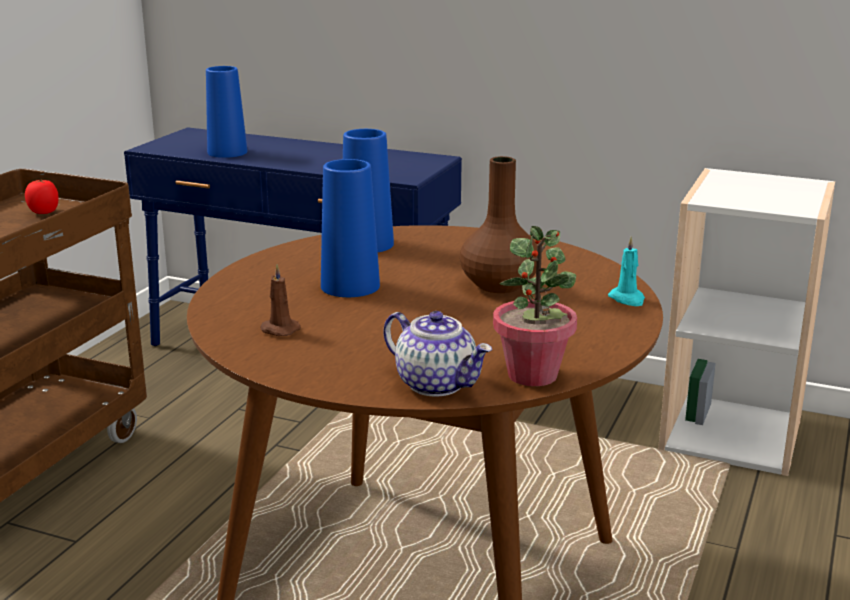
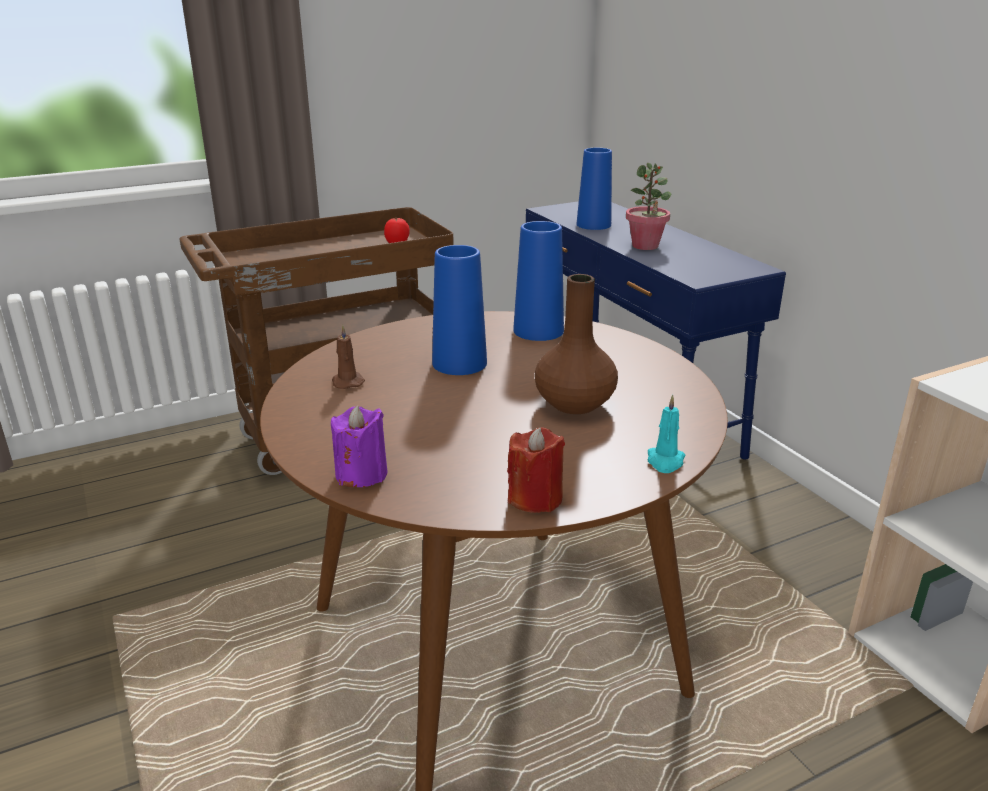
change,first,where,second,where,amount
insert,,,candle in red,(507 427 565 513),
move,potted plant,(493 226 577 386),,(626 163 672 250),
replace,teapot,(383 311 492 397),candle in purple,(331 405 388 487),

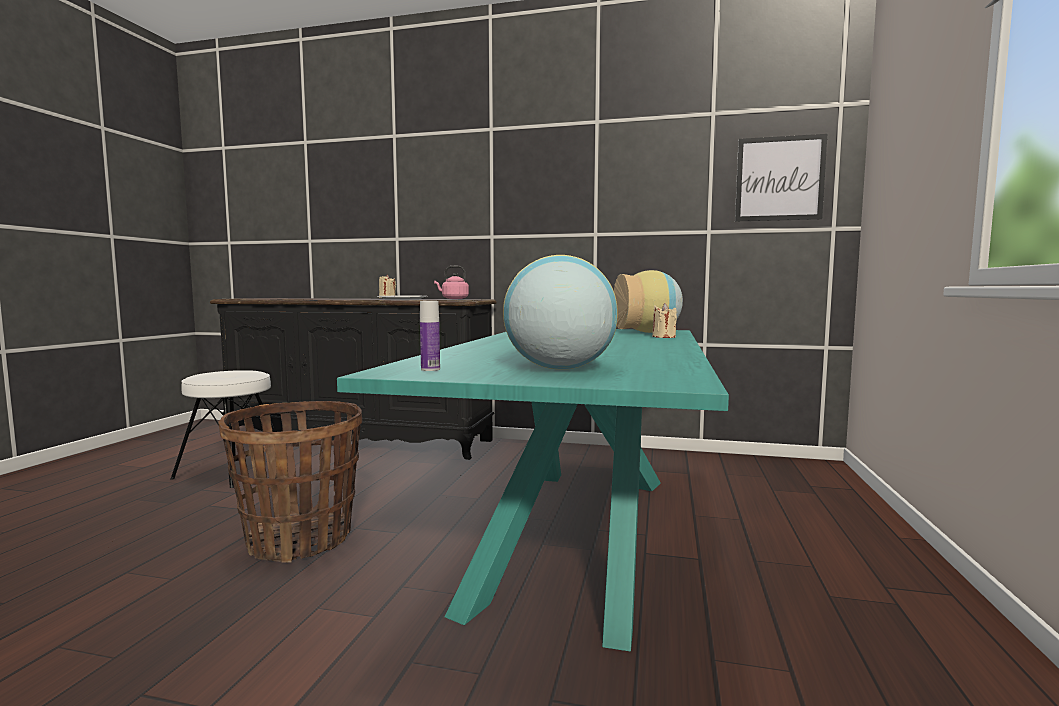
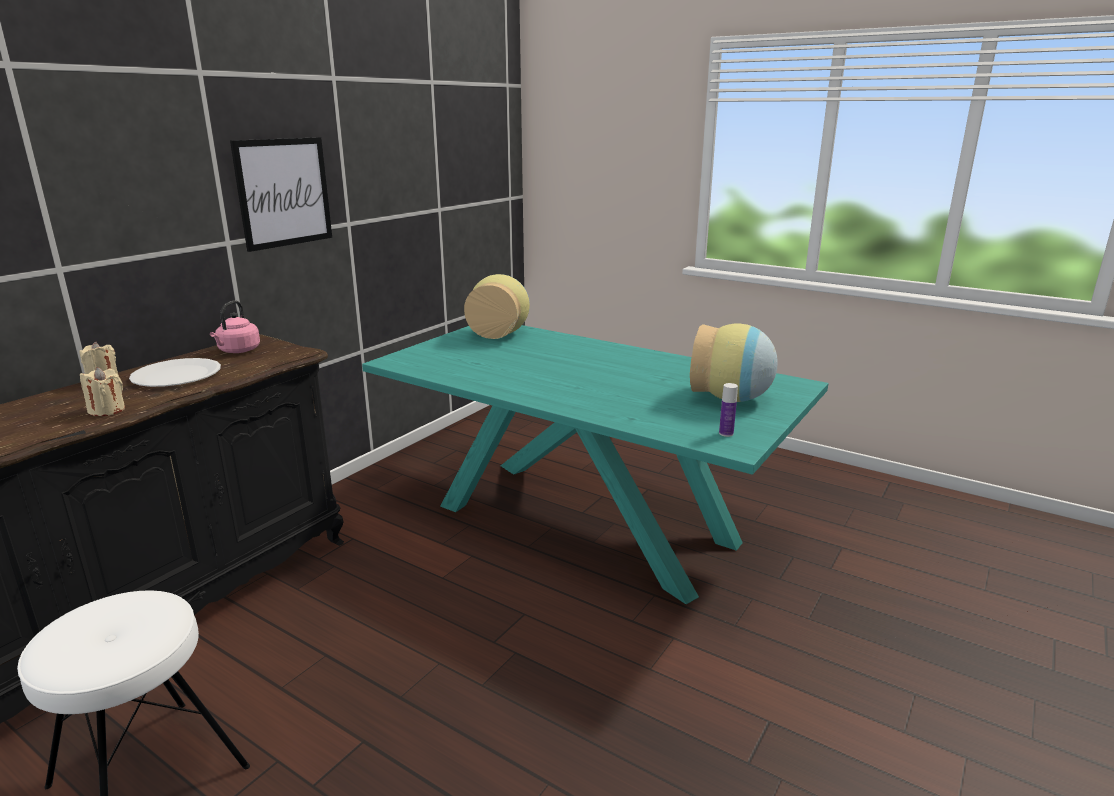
change,first,where,second,where,amount
delete,basket,(218 401 362 563),,,
move,candle in beige,(652 303 677 338),,(80 367 125 416),
move,picture,(735 134 827 222),,(230 137 332 252),

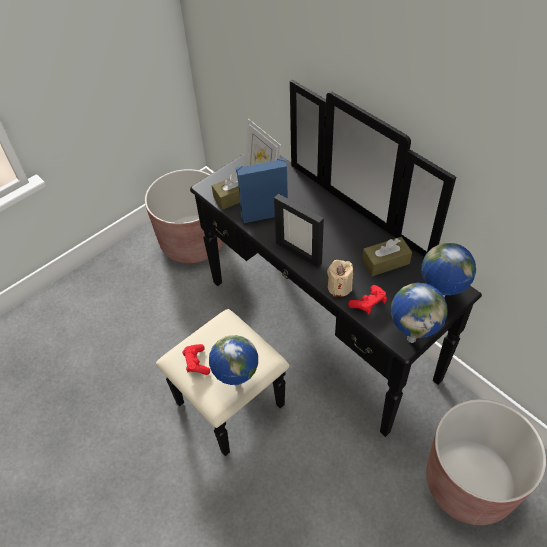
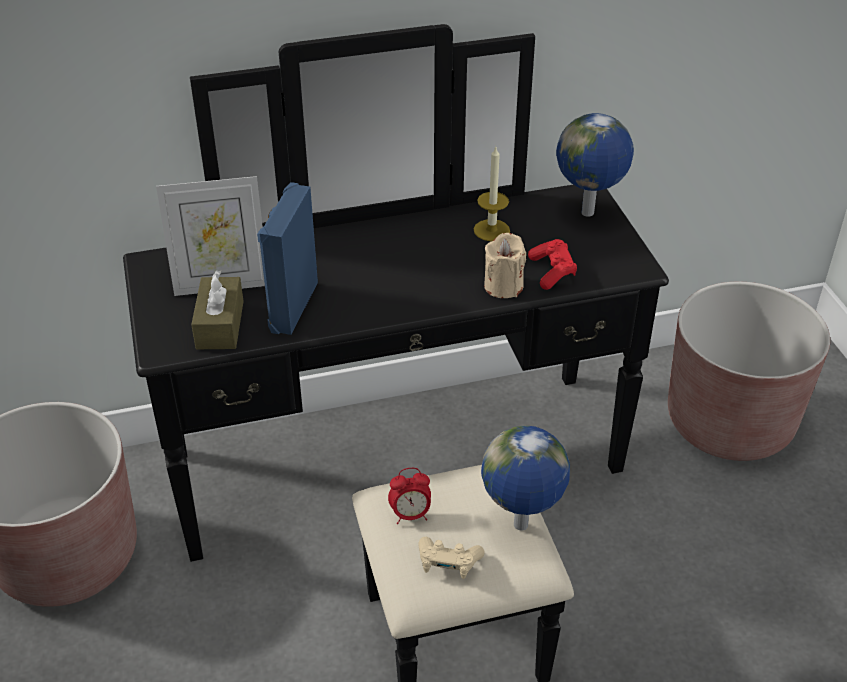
change,first,where,second,where,amount
delete,picture frame,(274 194 324 268),,,
delete,globe,(391 283 447 343),,,
insert,,,alarm clock,(388 468 431 524),
replace,tissue box in brown,(362 237 412 276),candle,(474 147 510 241),
recolor,game controller in red,(183 344 210 375),game controller in beige,(418 537 485 579),

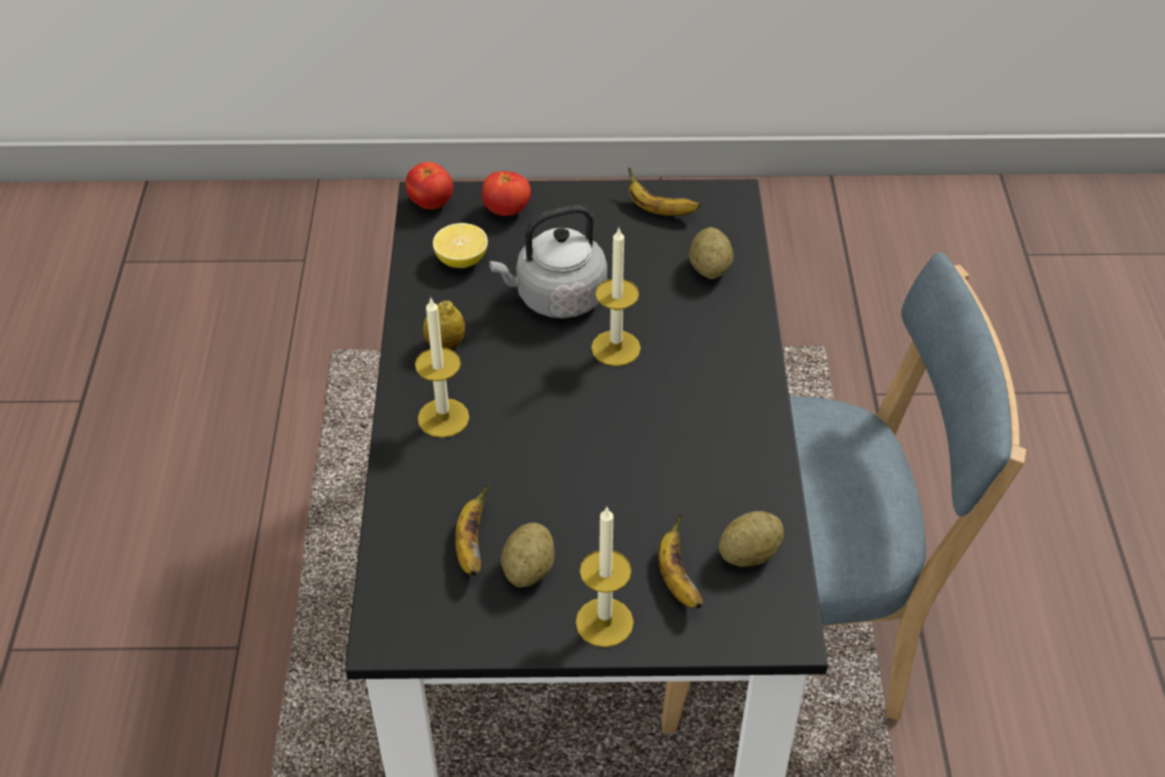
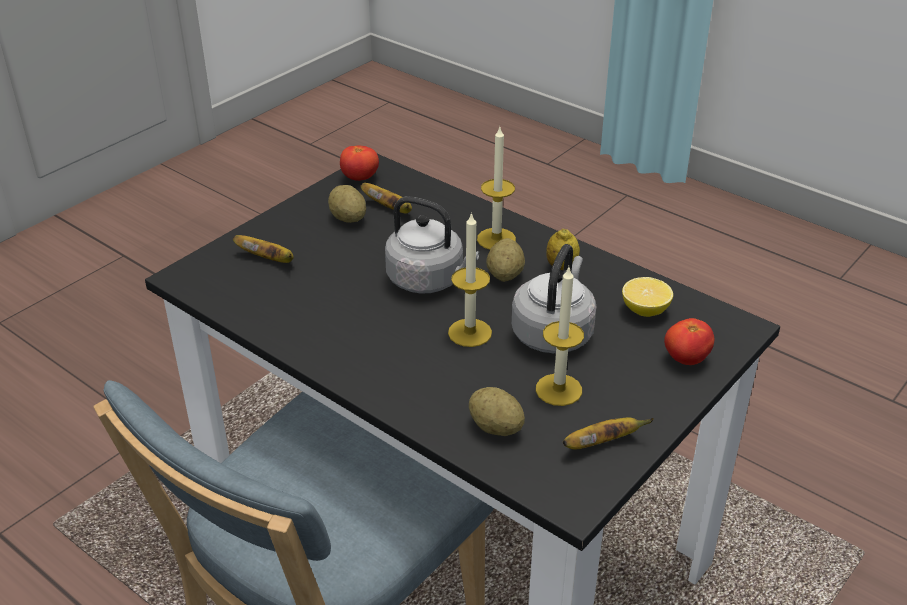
change,first,where,second,where,amount
insert,,,kettle in grey,(385 196 479 294),
move,tomato,(405 162 453 210),,(340 146 379 181),
move,candle,(575 506 634 647),,(536 267 584 406),
move,potato,(719 511 784 567),,(486 238 525 282),

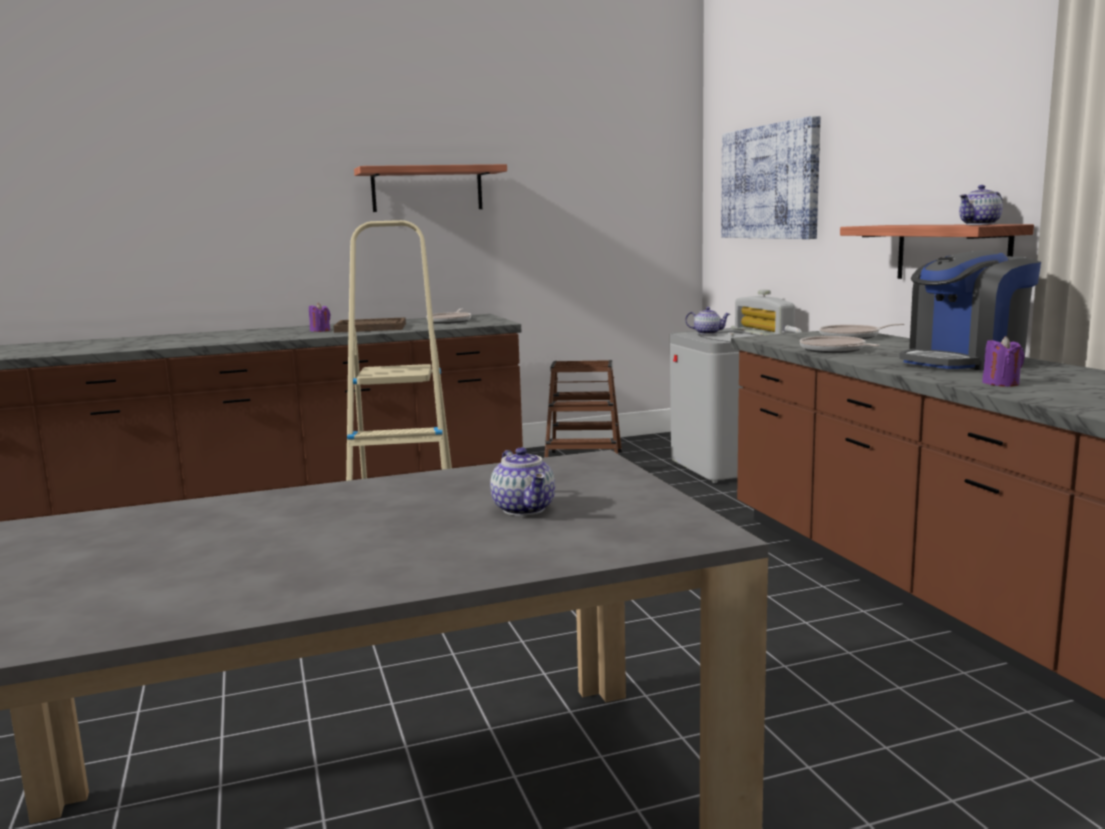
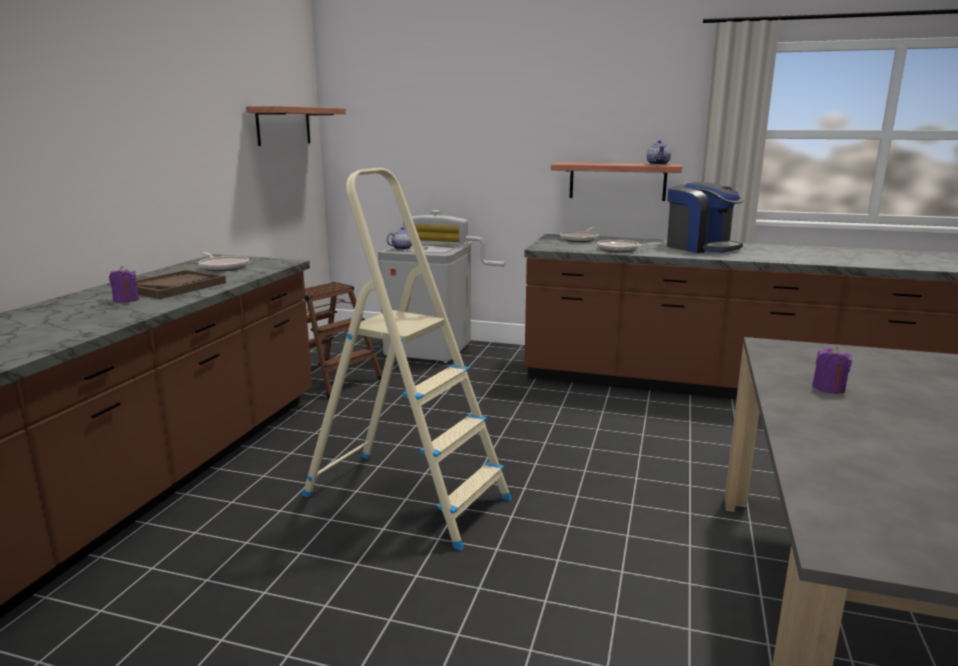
change,first,where,second,where,amount
delete,teapot,(490 447 555 516),,,
delete,picture,(721 116 821 239),,,
move,shelf,(354 164 507 212),,(246 106 346 146),
move,candle in purple,(982 336 1024 387),,(812 347 852 394),
rotate,coffee machine,(899 250 1041 371),,(667 182 744 253),45 degrees counterclockwise

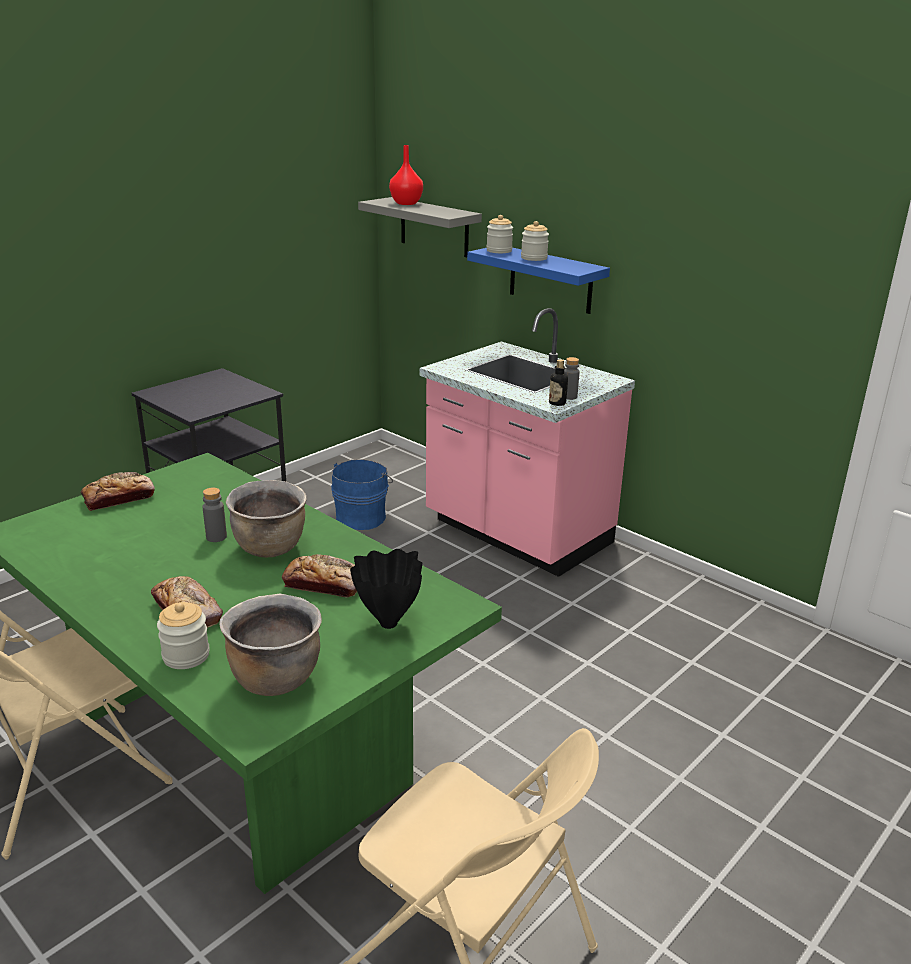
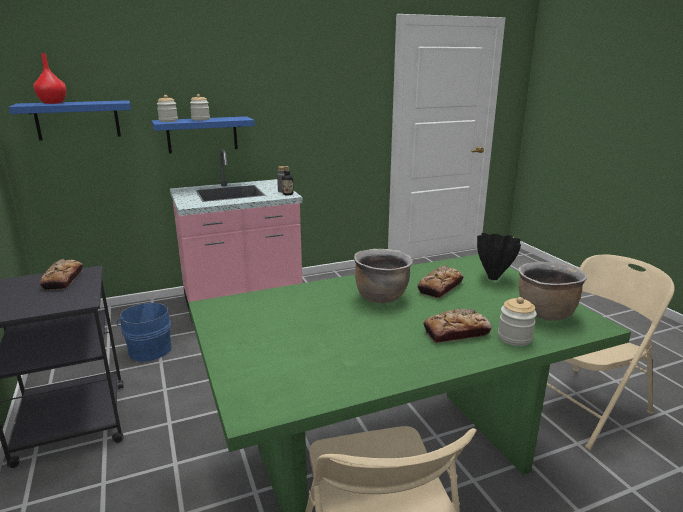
change,first,where,second,where,amount
delete,bottle in grey,(203 488 227 542),,,
move,bread,(81 472 155 511),,(39 259 83 290),
recolor,shelf in grey,(358 197 482 257),shelf in blue,(9 100 131 141),

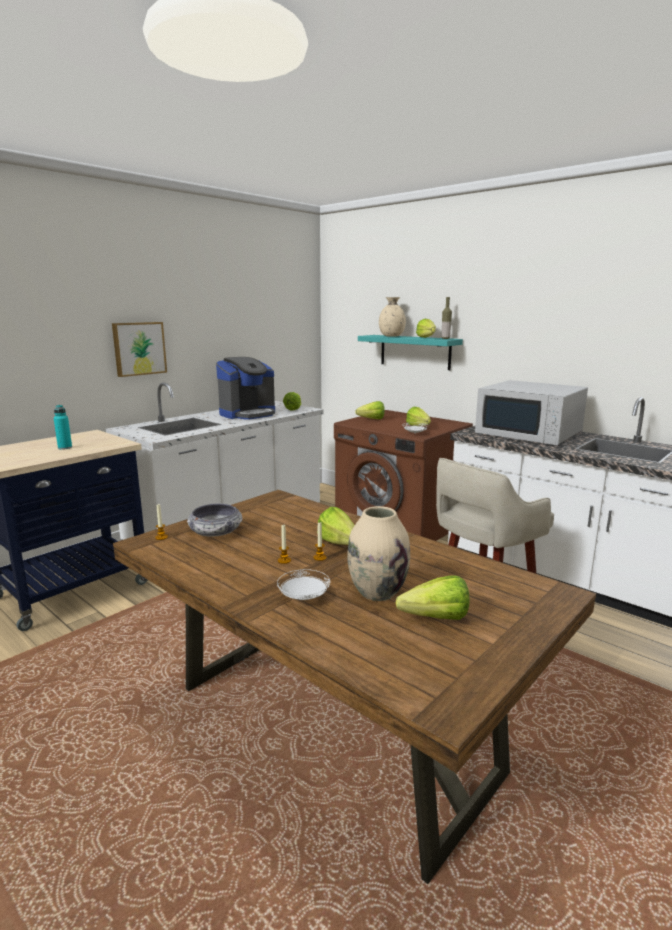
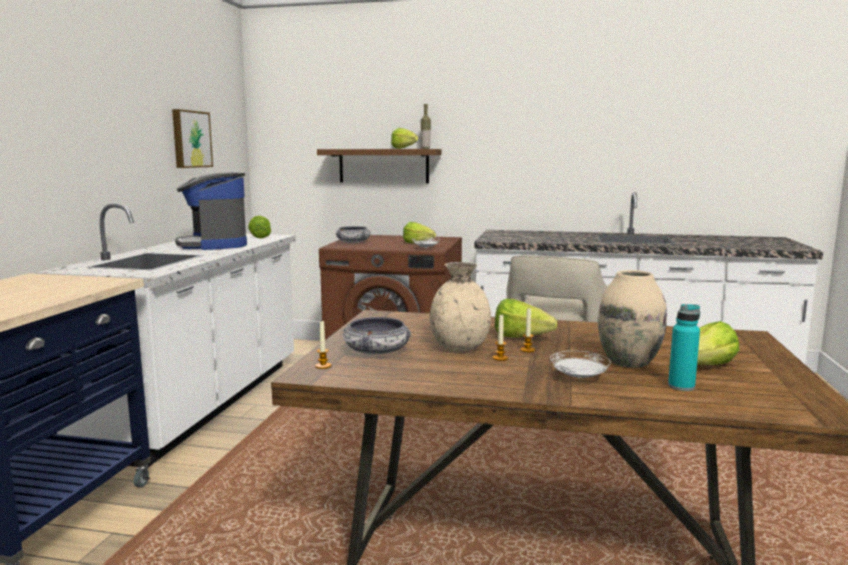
change,first,where,second,where,amount
delete,microwave in white,(475 380 588 445),,,
move,bottle in turquoise,(54 405 72 450),,(668 304 700 391),
move,picture,(112 322 167 377),,(172 109 213 168),
move,vase in beige,(379 297 406 337),,(430 262 491 351),
replace,lettuce,(355 401 385 419),bowl,(335 226 371 243),
recolor,shelf in turquoise,(358 335 463 370),shelf in brown,(317 149 442 184),
rotate,coffee machine,(216 357 275 420),,(175 172 247 250),135 degrees clockwise

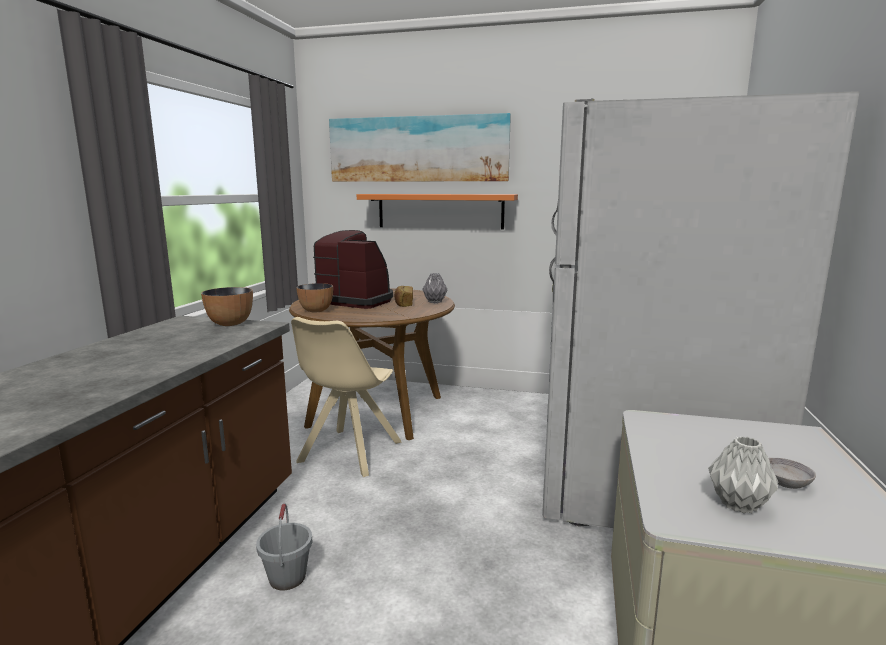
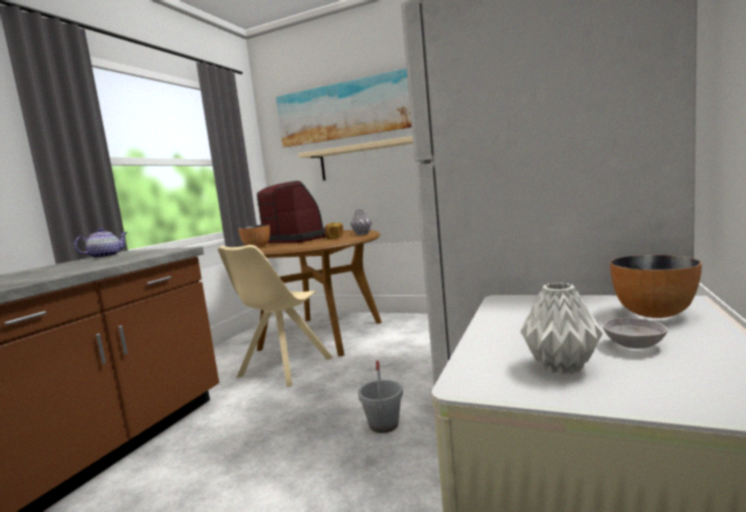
change,first,where,second,where,amount
insert,,,teapot,(74 228 127 258),
move,bowl,(201 287 253 326),,(610 255 702 318),
move,bucket in grey,(256 503 312 590),,(358 360 403 433),
recolor,shelf in orange,(357 194 518 230),shelf in beige,(298 136 413 181),

